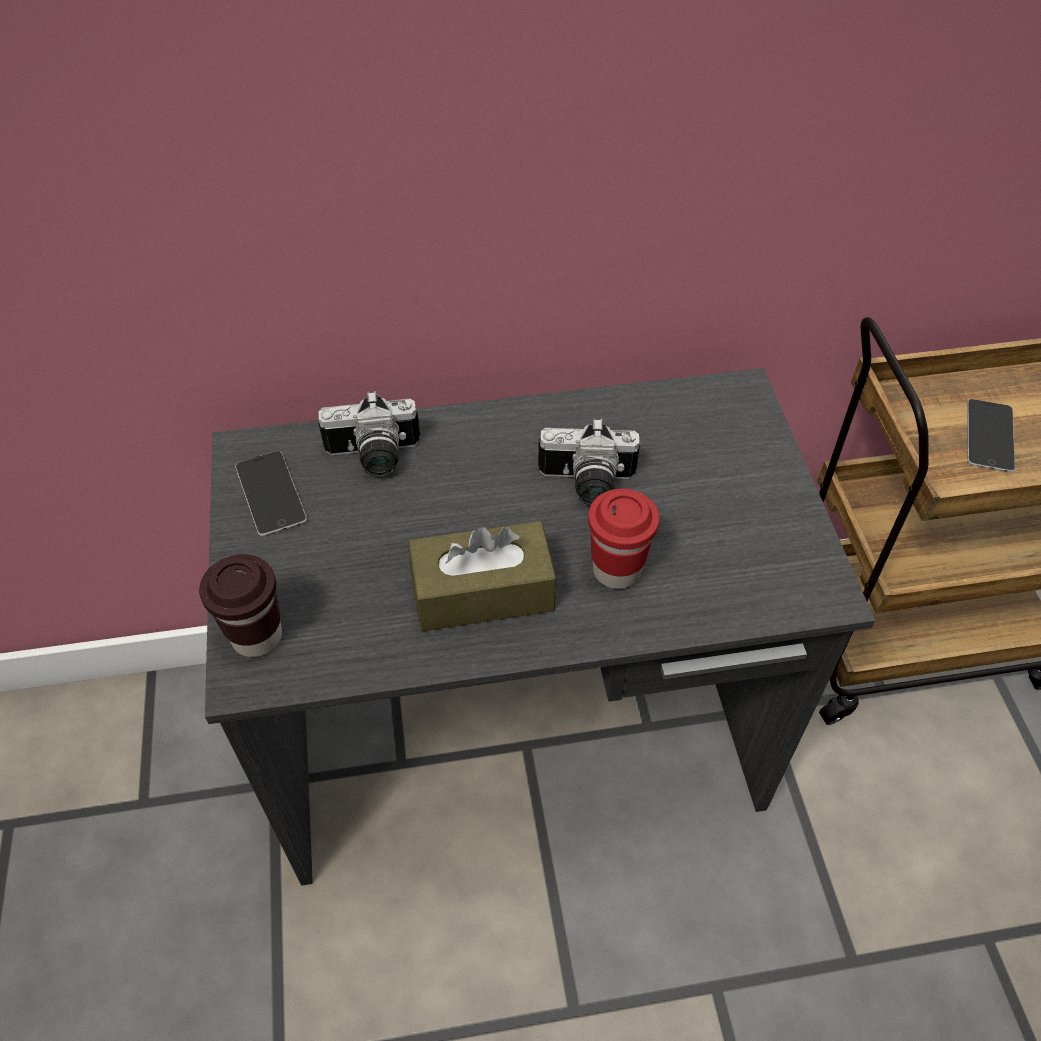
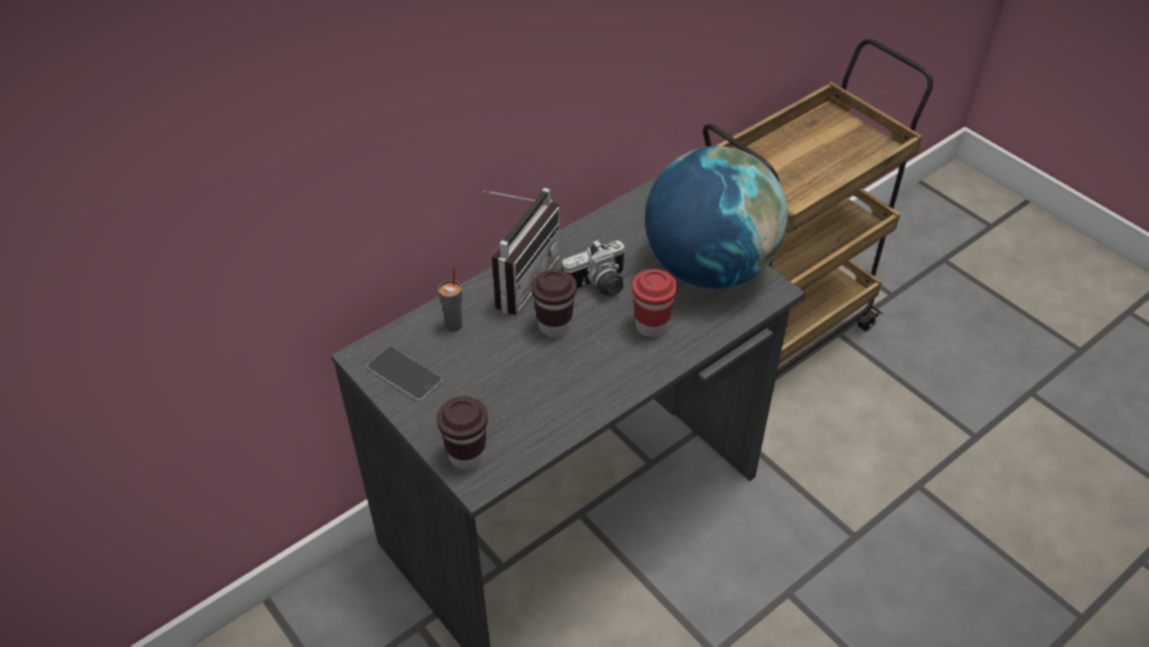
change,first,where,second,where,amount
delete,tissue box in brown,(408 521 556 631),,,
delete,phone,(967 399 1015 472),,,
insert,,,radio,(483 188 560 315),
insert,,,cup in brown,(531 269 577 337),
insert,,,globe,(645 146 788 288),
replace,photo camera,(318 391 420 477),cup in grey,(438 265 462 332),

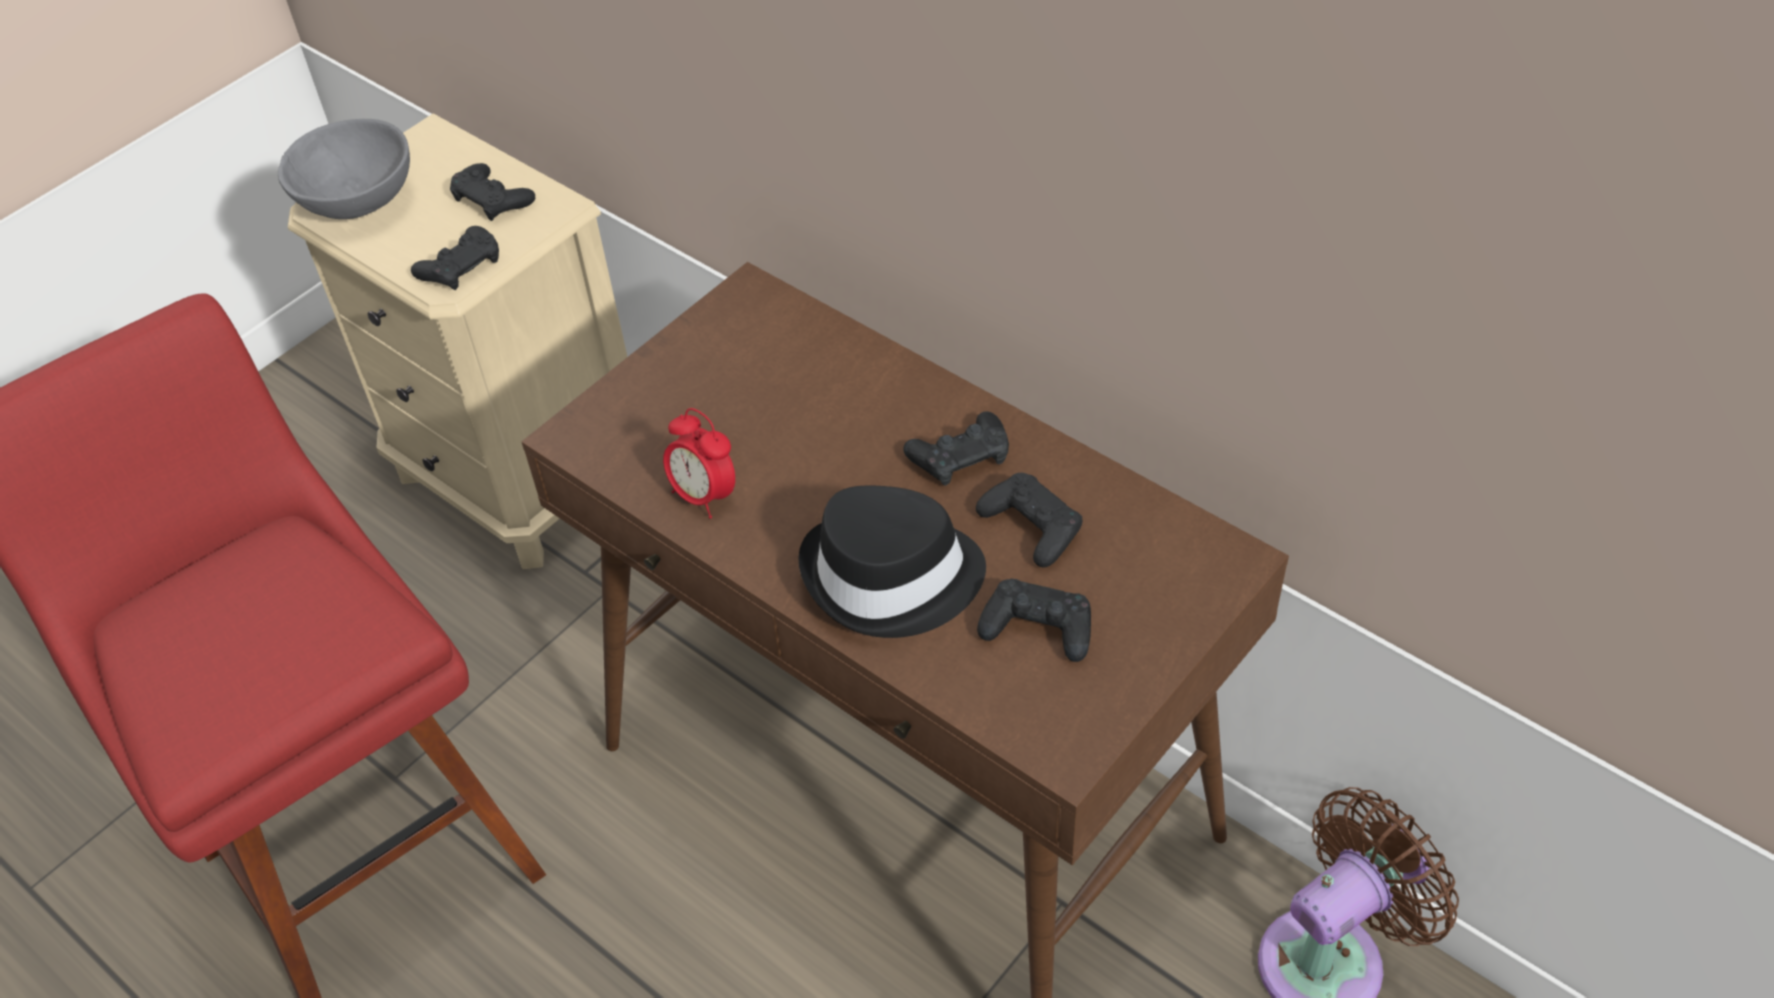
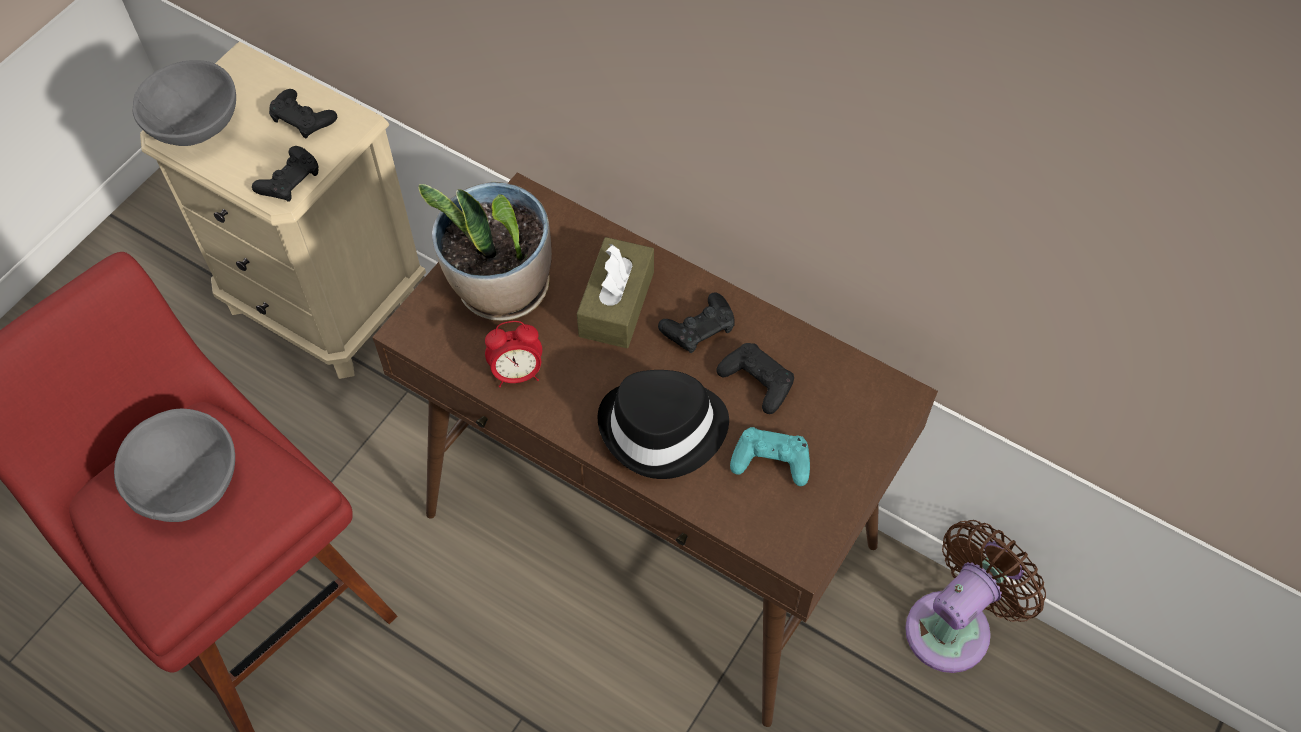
change,first,where,second,where,amount
insert,,,bowl in grey,(114 409 235 522),
insert,,,potted plant,(418 182 552 321),
insert,,,tissue box in brown,(577 237 654 348),
recolor,game controller in black,(977 579 1091 662),game controller in turquoise,(730 427 810 486),
rotate,alarm clock,(663 408 735 518),,(485 321 542 387),45 degrees counterclockwise

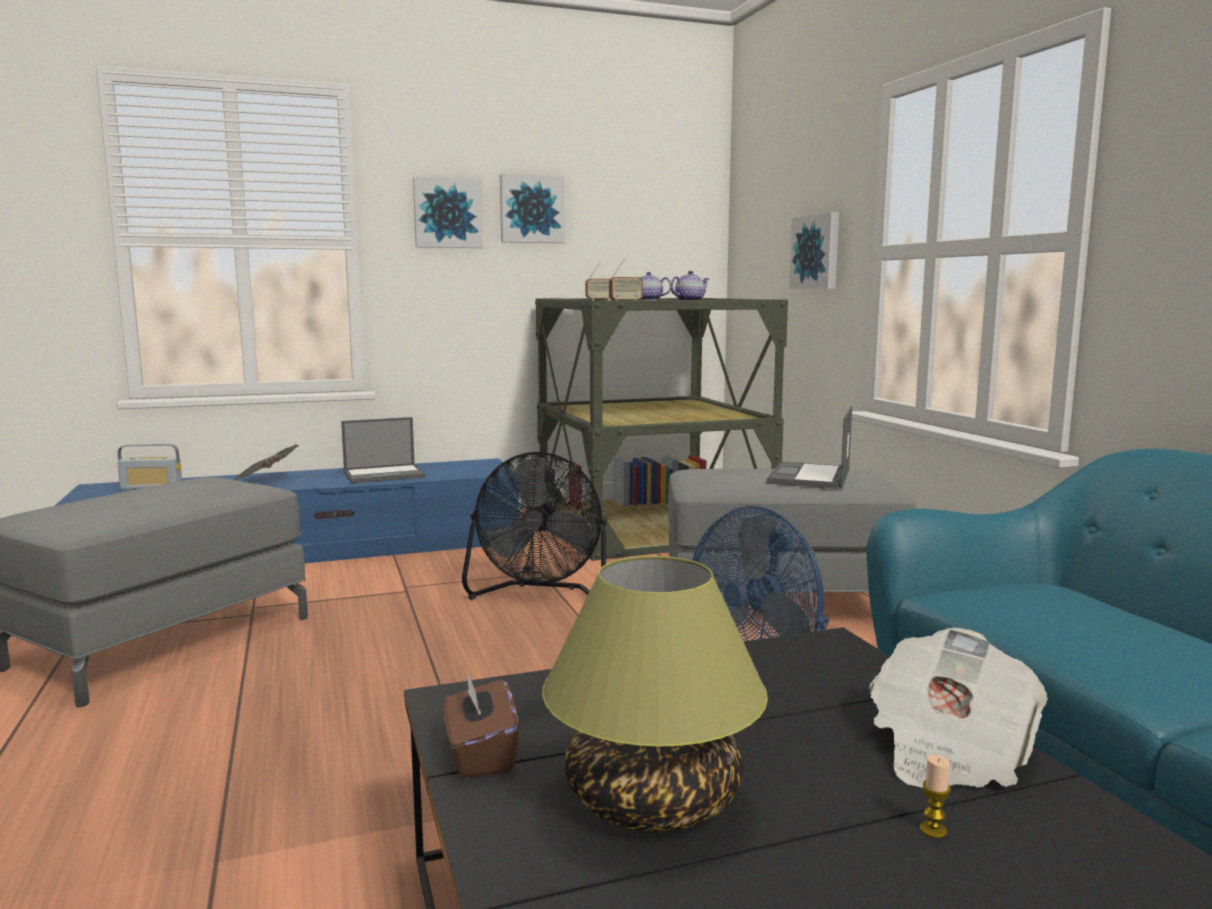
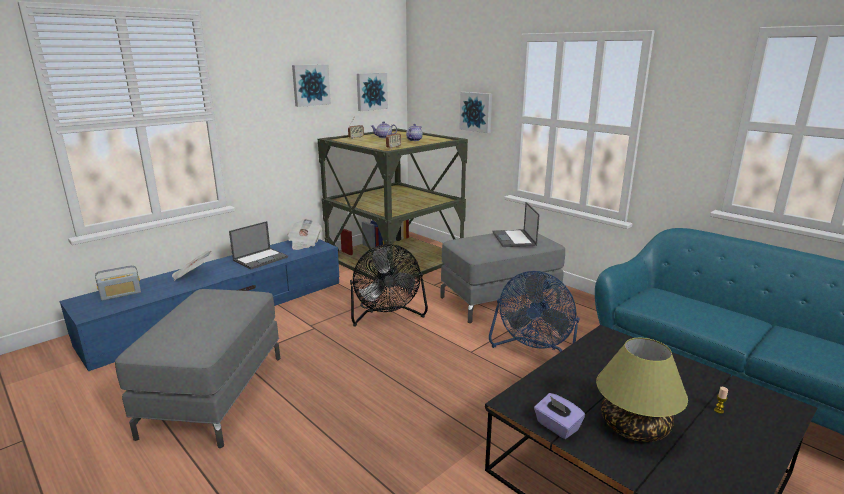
change,first,where,second,where,amount
move,picture,(413 177 483 248),,(357 73 388 111),
move,newspaper,(869 628 1048 788),,(288 219 322 250),
recolor,tissue box in brown,(444 671 519 778),tissue box in purple,(534 393 585 439),

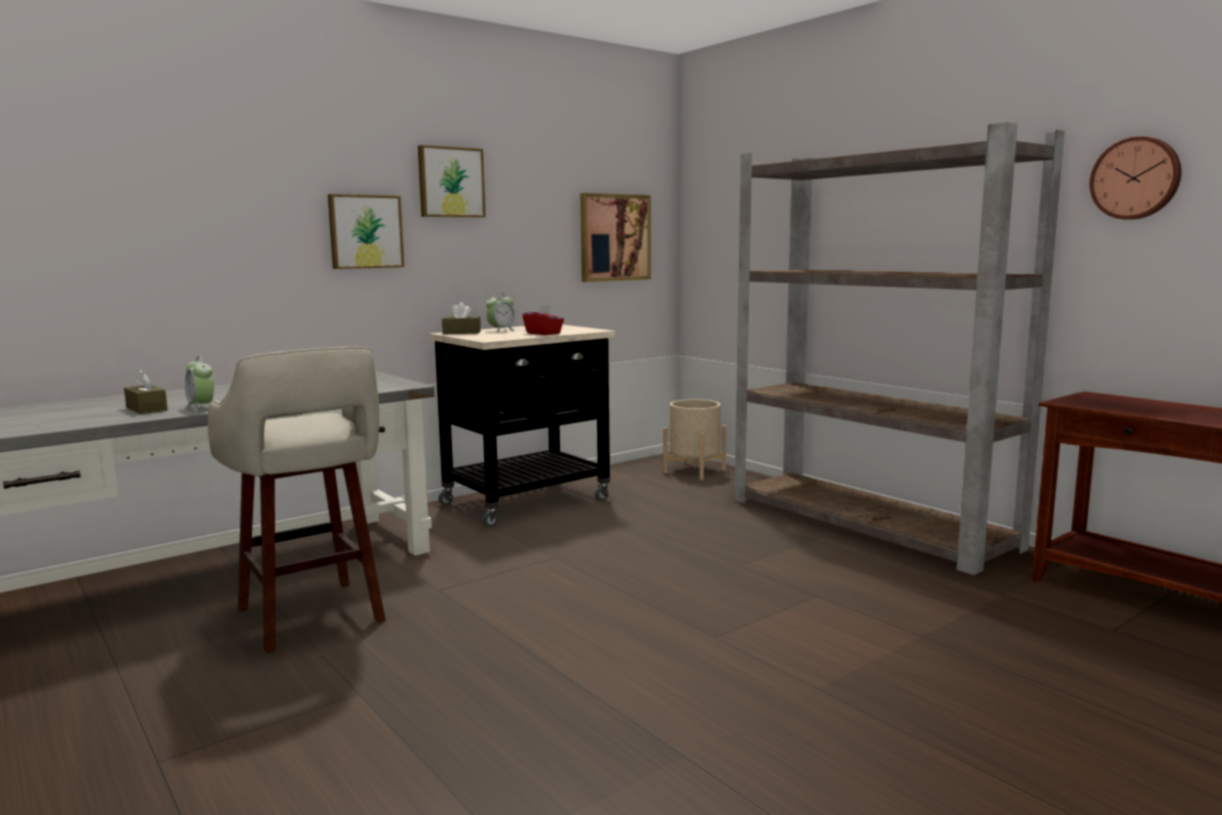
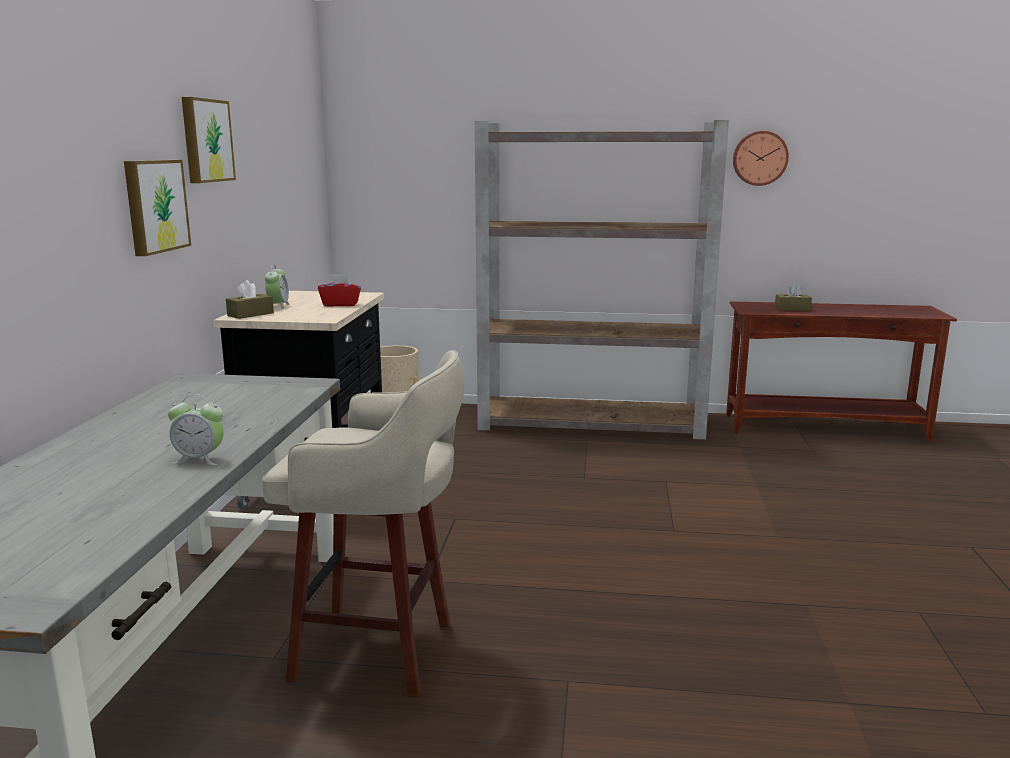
change,first,where,second,where,amount
delete,picture,(580 193 651 282),,,
move,tissue box in brown,(124 369 168 414),,(775 283 812 311),

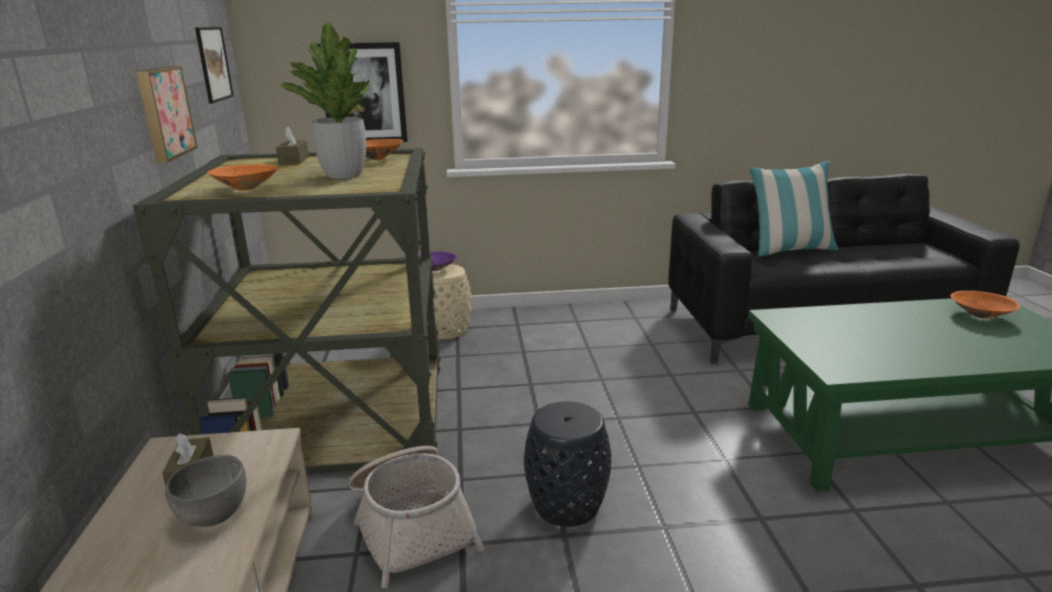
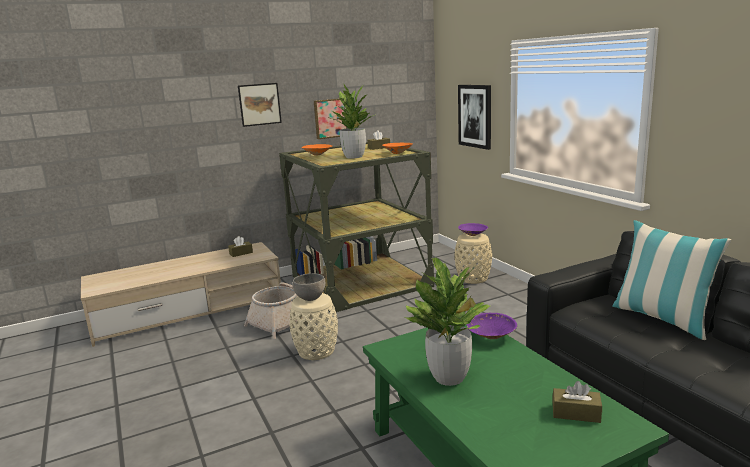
change,first,where,second,where,amount
insert,,,potted plant,(405 258 490 386),
insert,,,bowl in purple,(466 313 517 339),
move,bowl in grey,(165 455 247 527),,(293 273 325 301),
move,picture,(195 27 234 104),,(238 83 282 127),
replace,bowl in orange,(950 291 1020 319),tissue box in brown,(552 381 602 423),
recolor,stool in black,(524 401 611 527),stool in beige,(290 293 338 360),

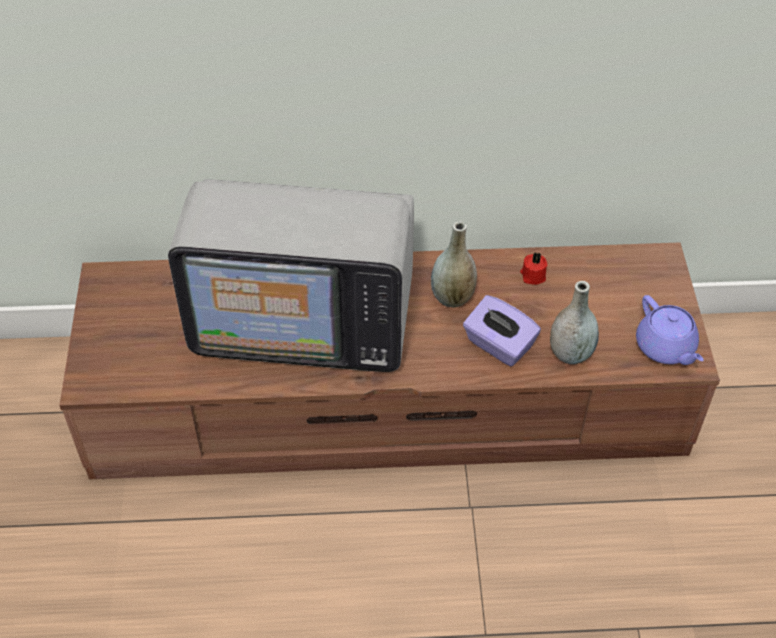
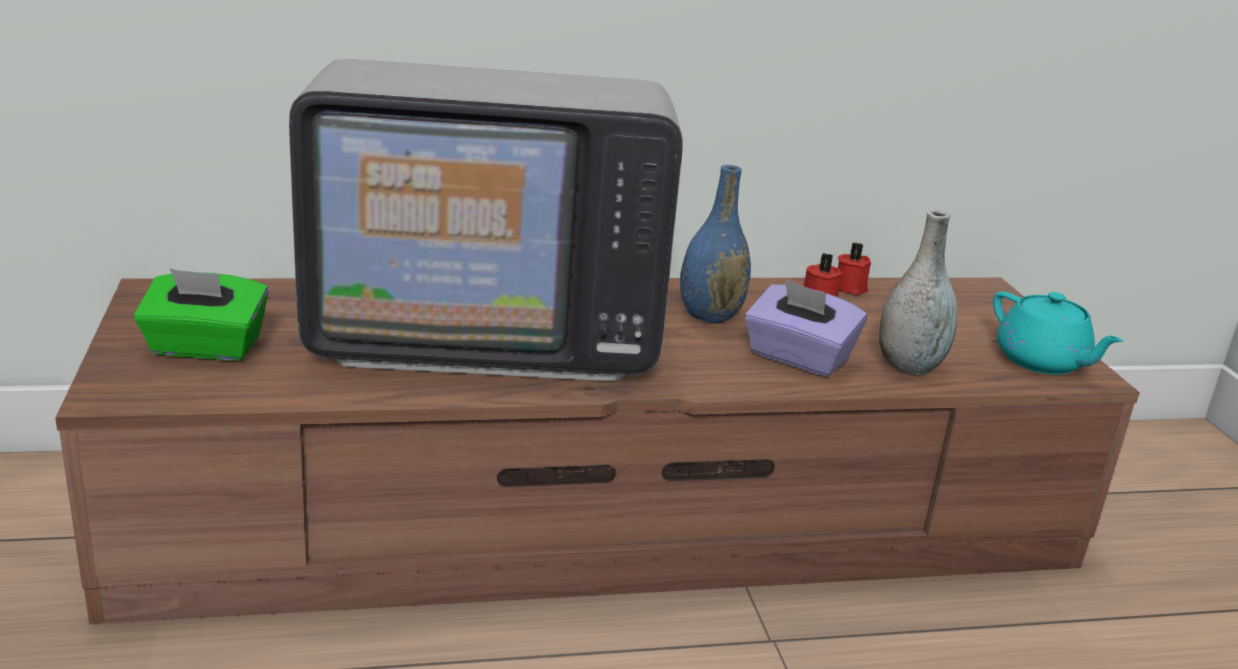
change,first,where,second,where,amount
insert,,,tissue box in green,(134 268 268 361),
insert,,,candle in red,(838 243 871 295),
recolor,vase in grey,(431 221 477 308),vase in blue,(680 165 751 324),
recolor,teapot in purple,(636 295 703 365),teapot in turquoise,(993 291 1123 375),

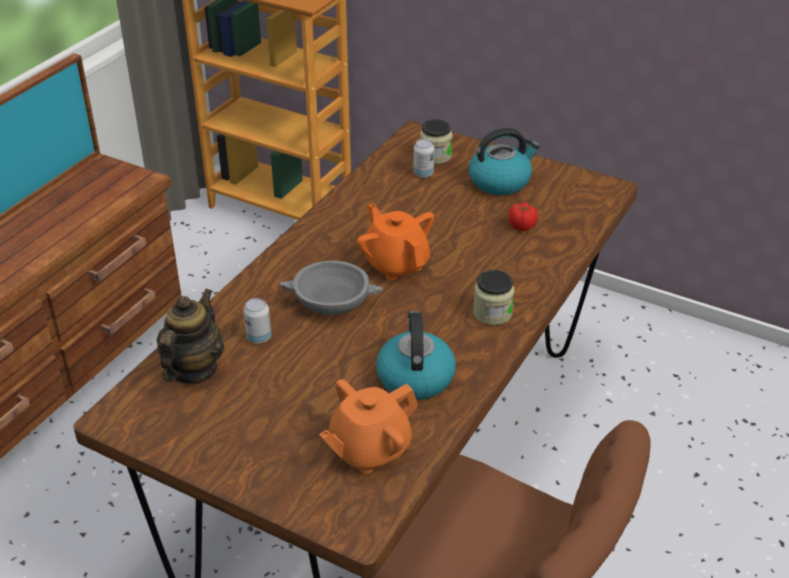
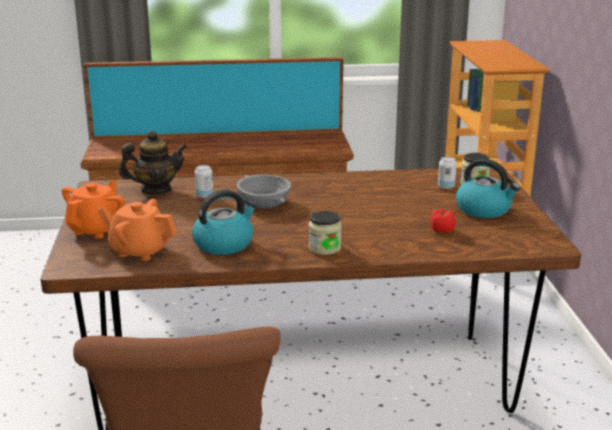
change,first,where,second,where,amount
move,teapot in orange,(357 203 434 280),,(62 180 125 239),

